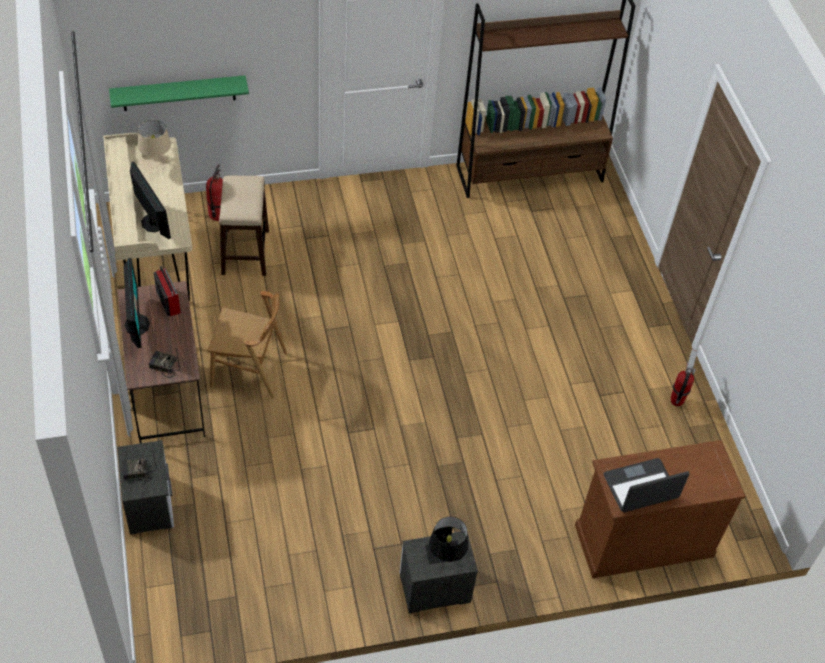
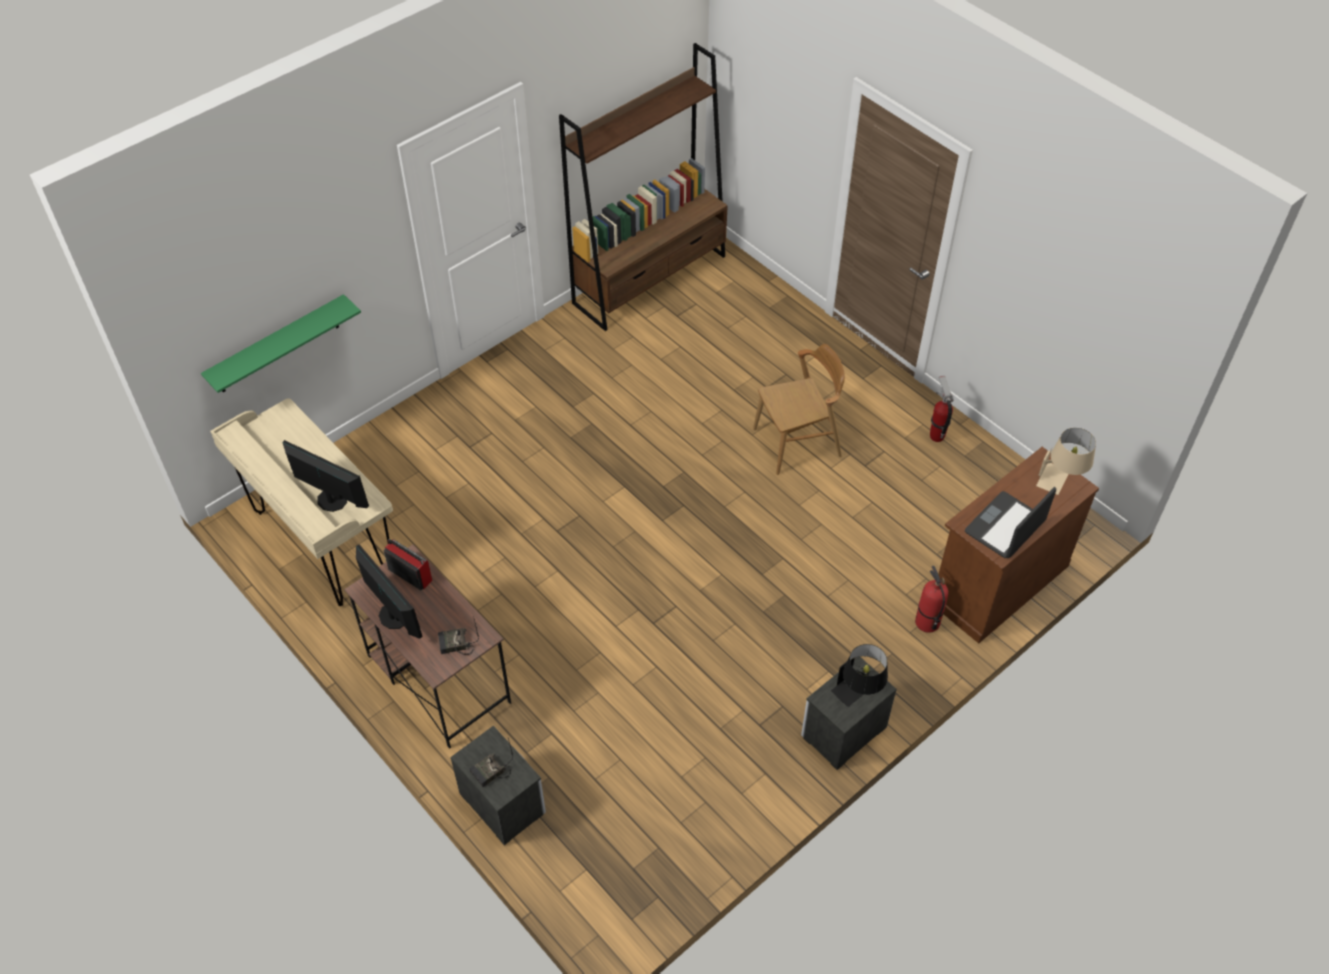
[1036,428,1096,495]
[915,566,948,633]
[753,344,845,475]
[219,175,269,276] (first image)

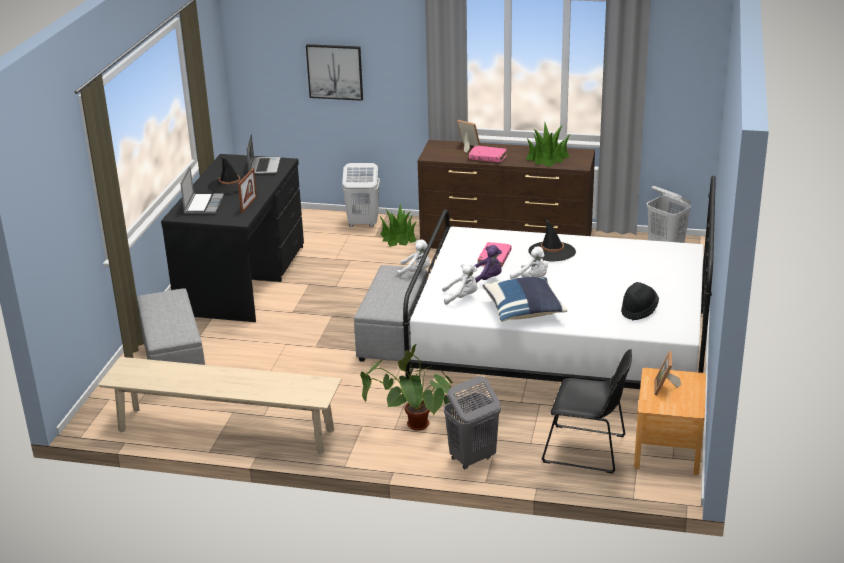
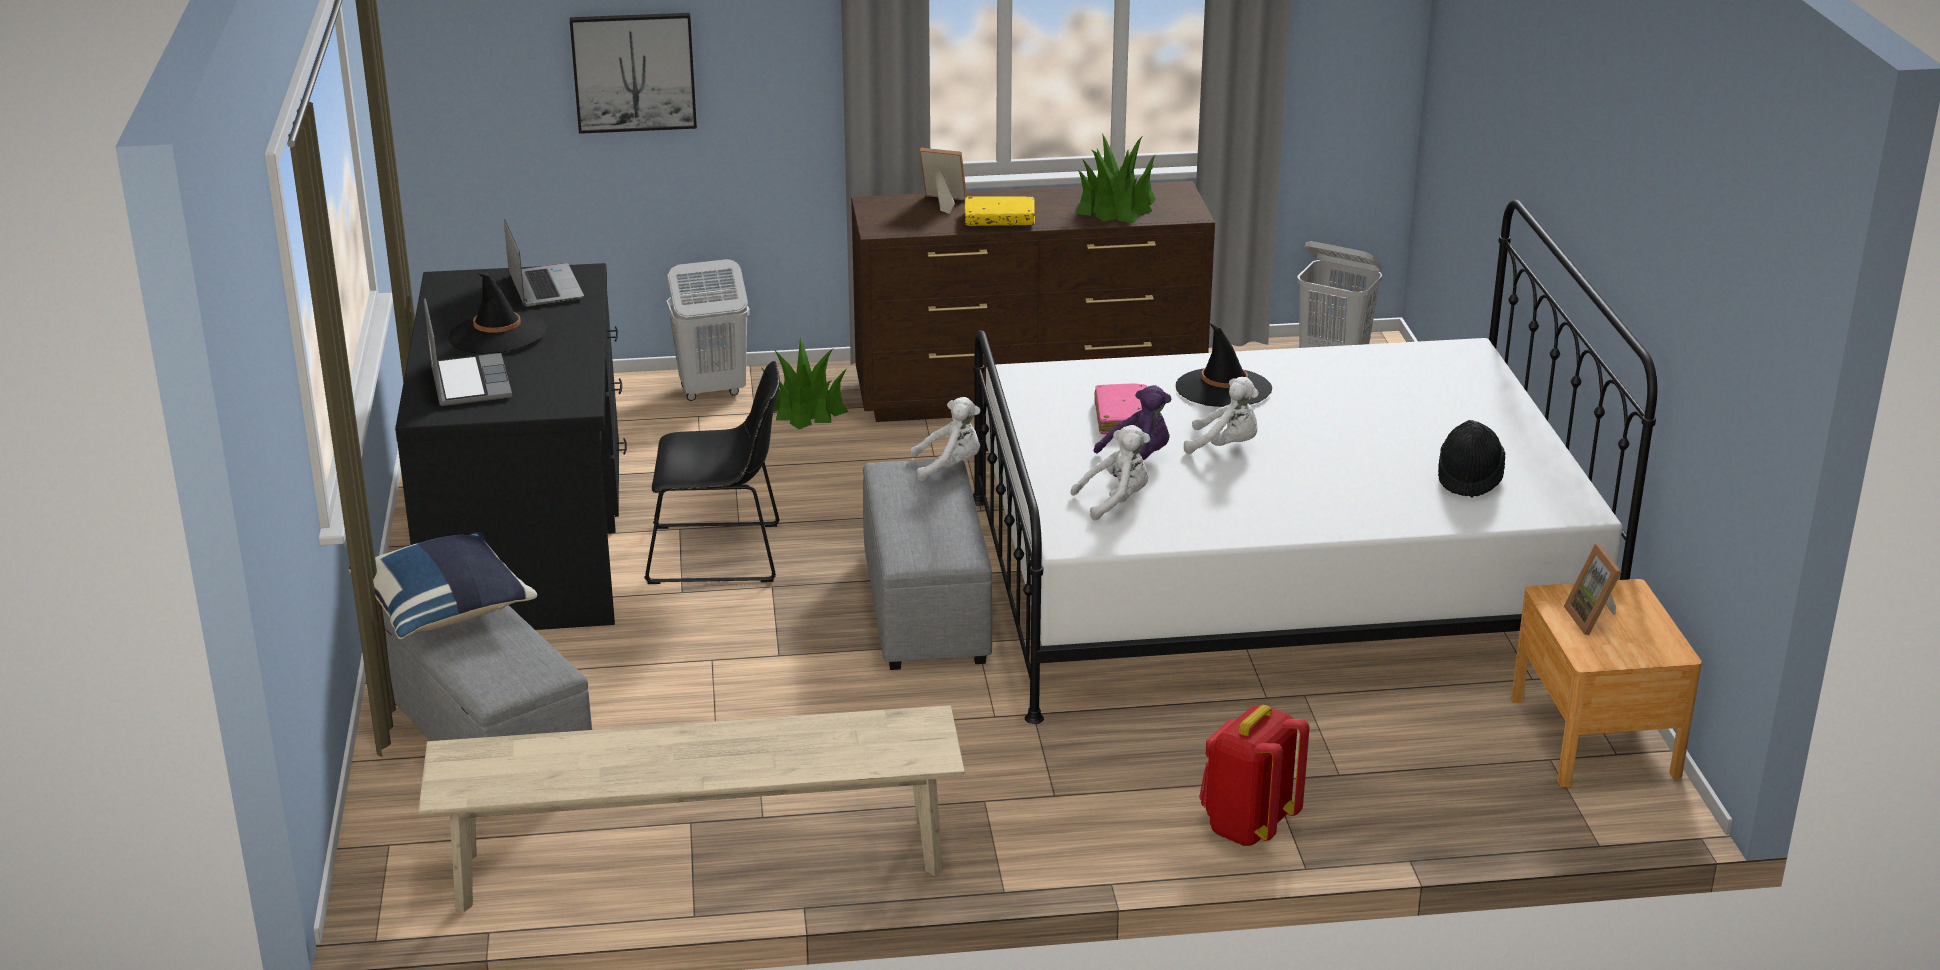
[238,168,257,213] (first image)
[360,344,455,431] (first image)
[1199,705,1309,846]
[965,196,1035,226]
[349,532,537,639]
[644,361,780,584]

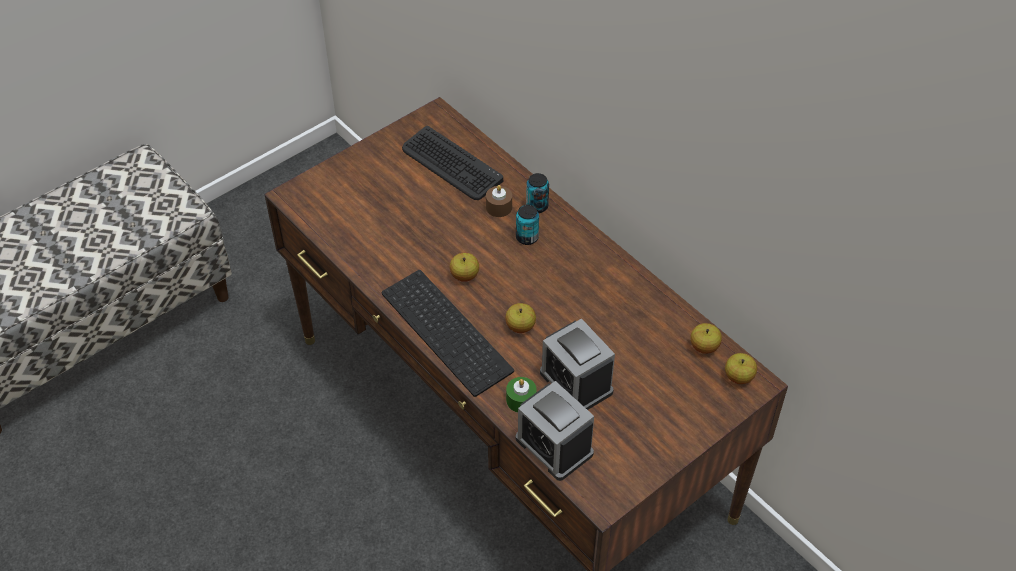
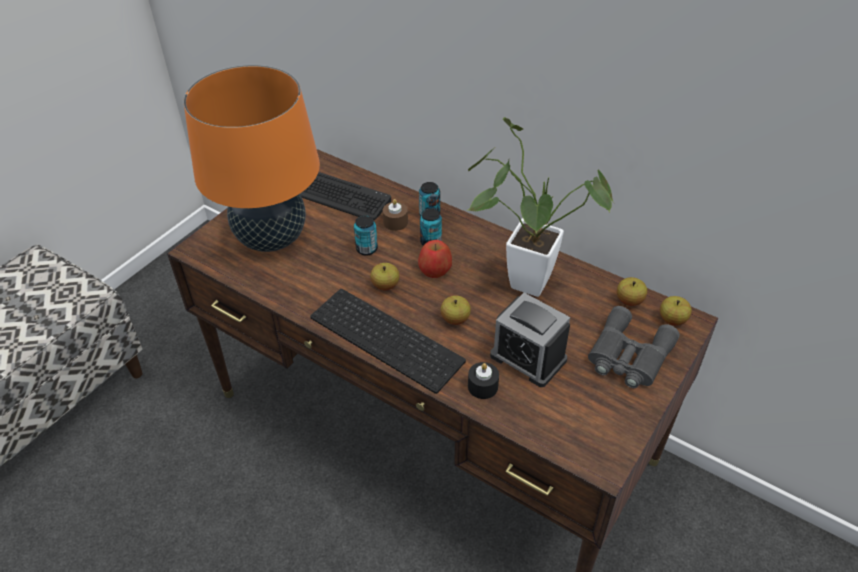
[468,362,499,399]
[516,381,594,481] (first image)
[184,65,320,252]
[354,215,378,256]
[418,240,452,278]
[466,117,614,297]
[588,306,680,388]

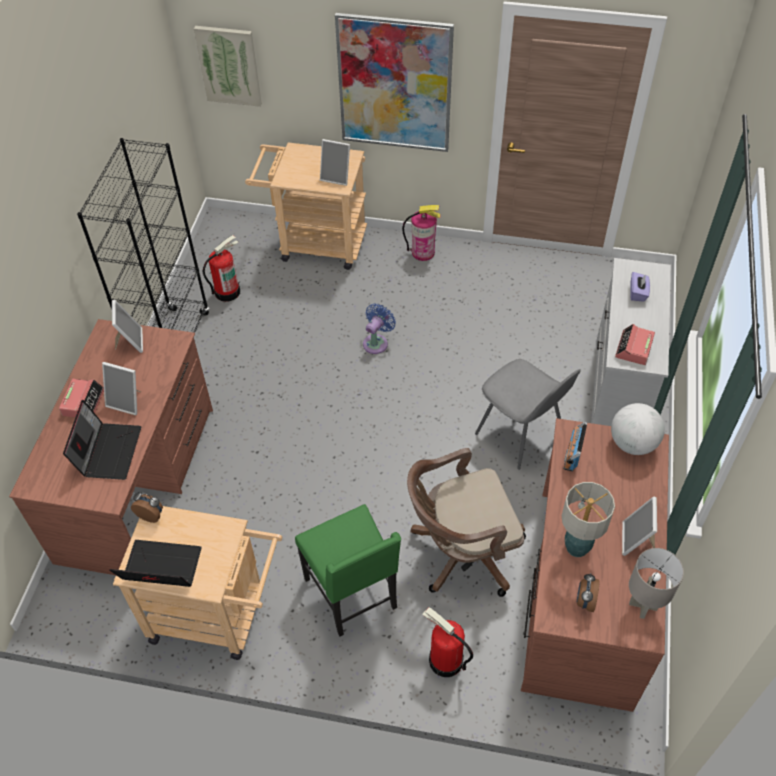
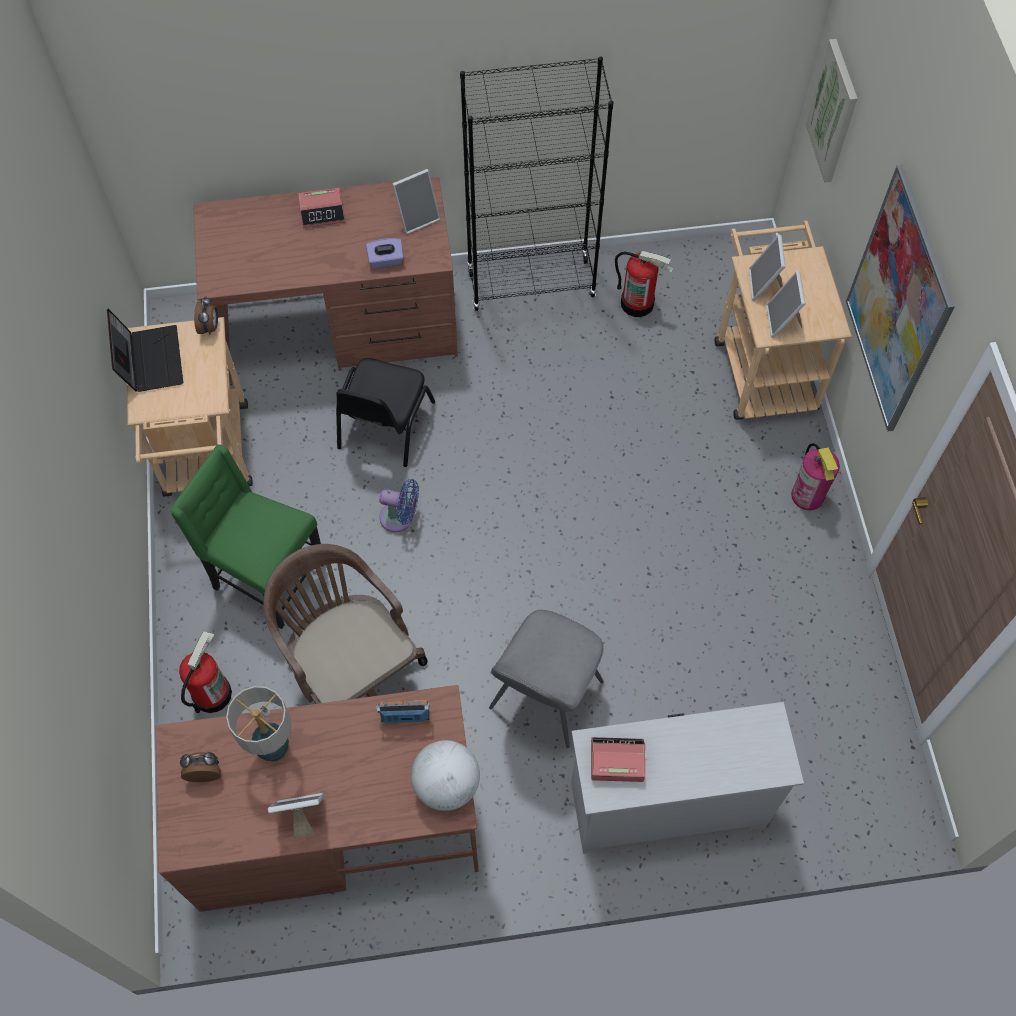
[63,400,142,480] (first image)
[749,235,786,301]
[169,444,324,629]
[379,479,419,532]
[629,548,684,619] (first image)
[366,238,404,268]
[336,358,435,467]

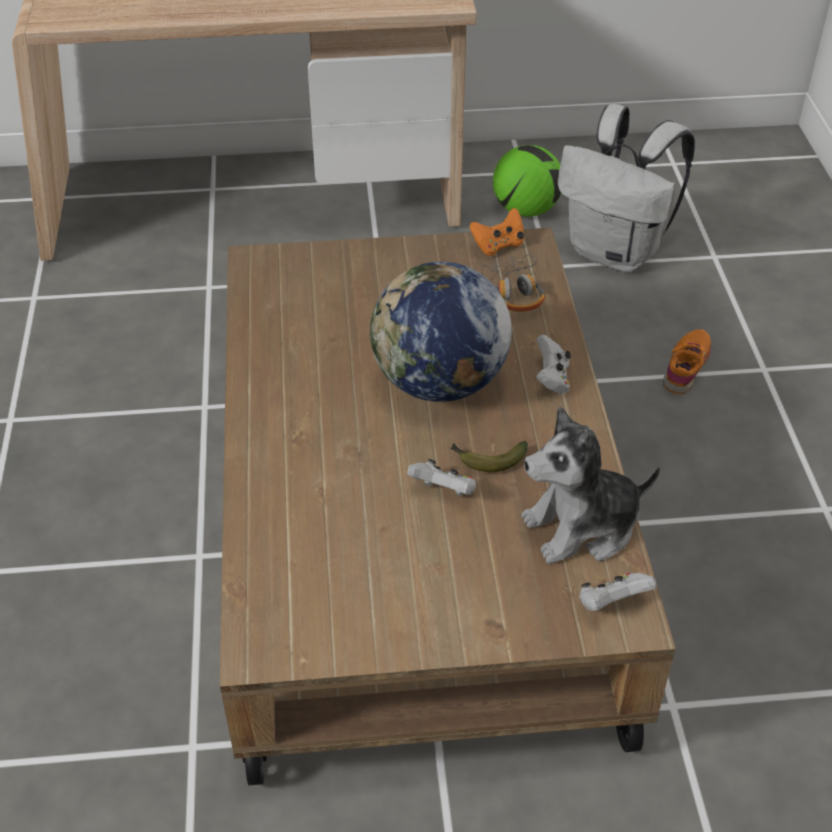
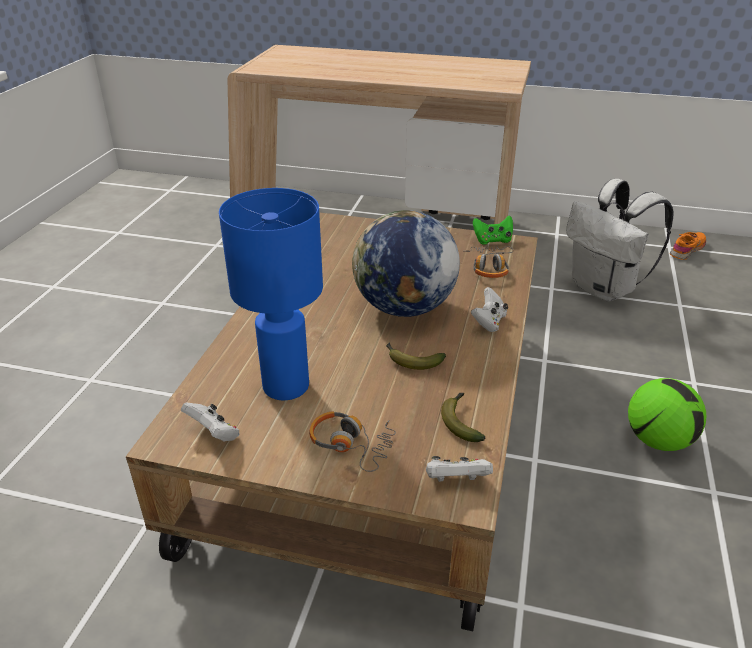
[181,403,239,442]
[473,215,513,245]
[628,378,706,451]
[441,393,486,442]
[670,232,706,260]
[219,188,323,400]
[309,411,396,472]

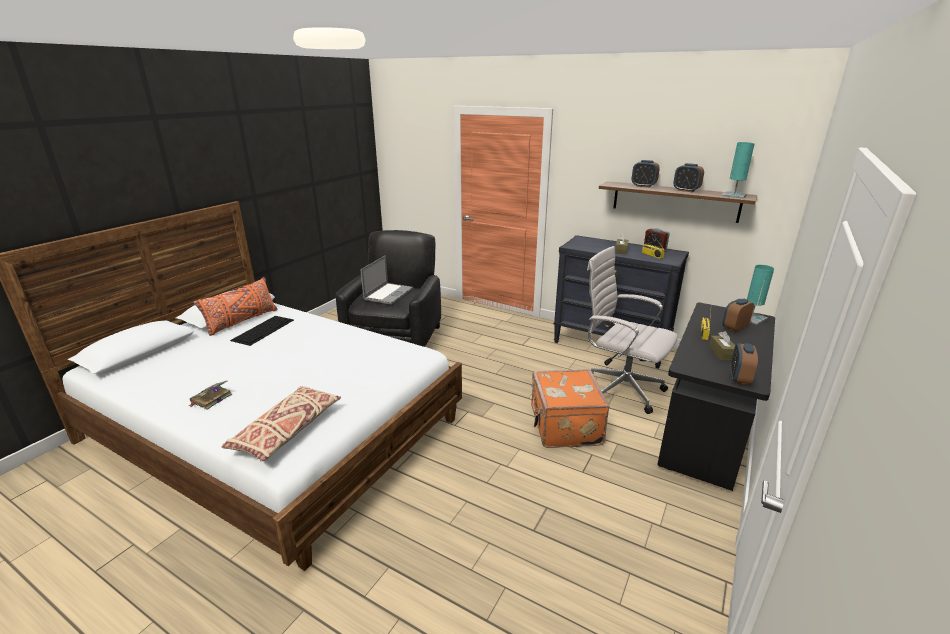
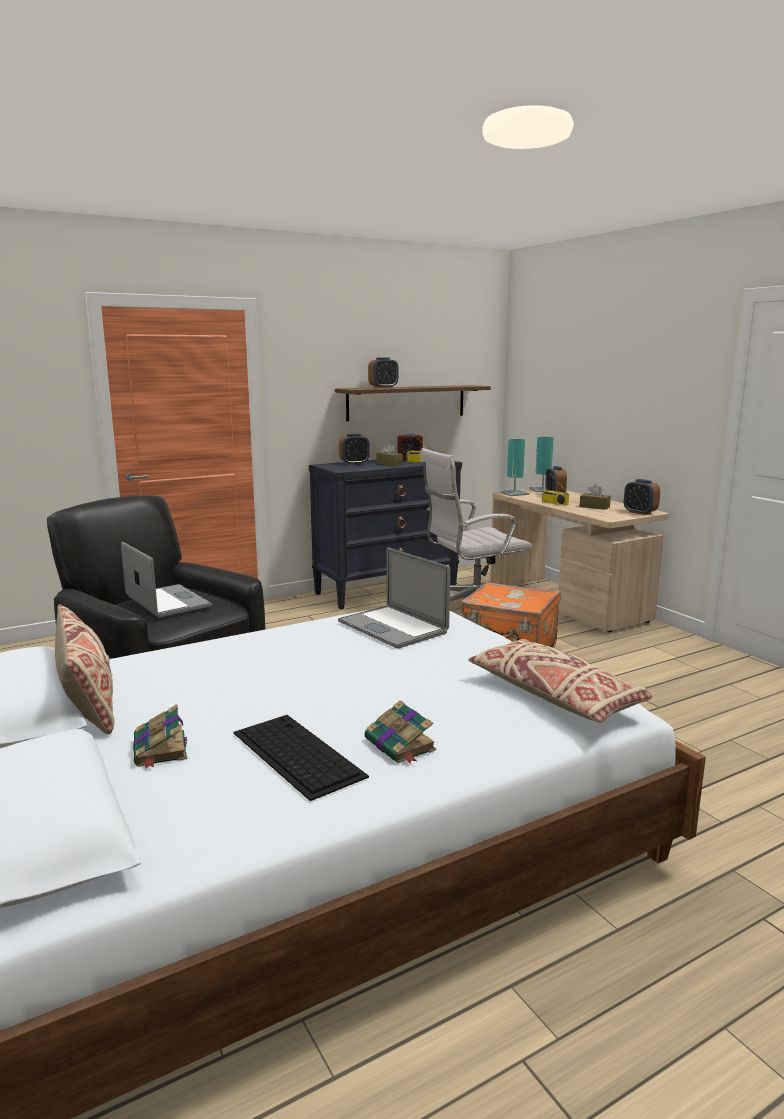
[55,604,114,734]
[233,715,369,801]
[490,488,668,632]
[339,434,370,465]
[500,439,529,496]
[133,704,187,769]
[338,547,450,649]

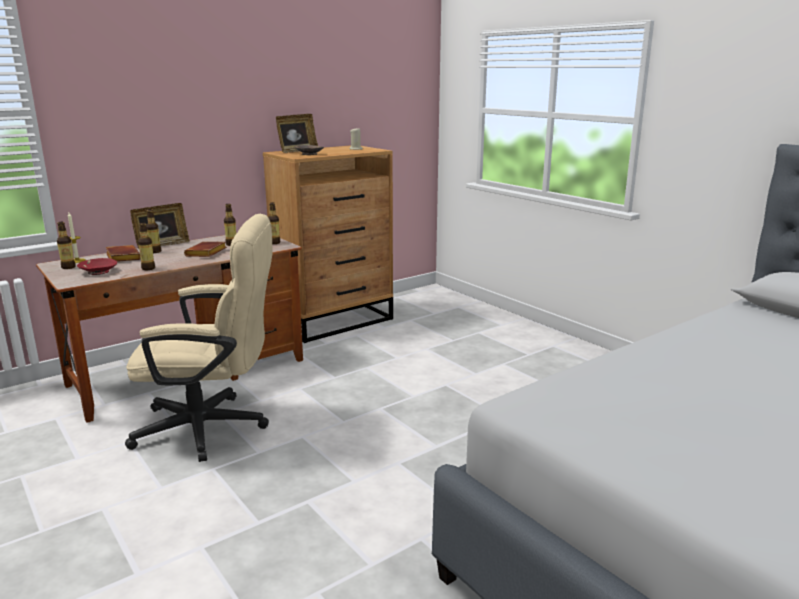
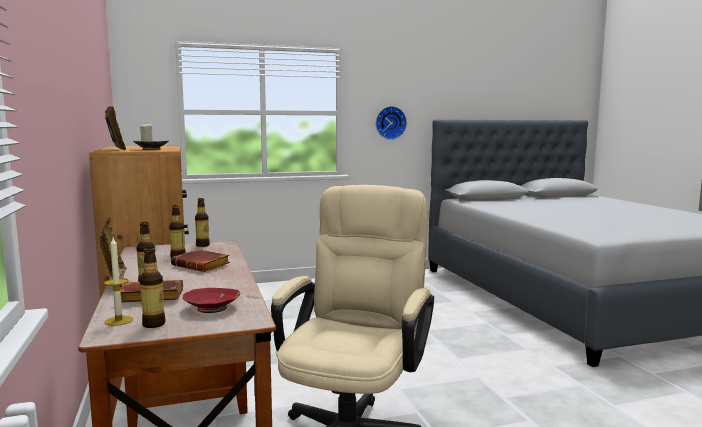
[138,223,155,270] (first image)
[376,106,407,140]

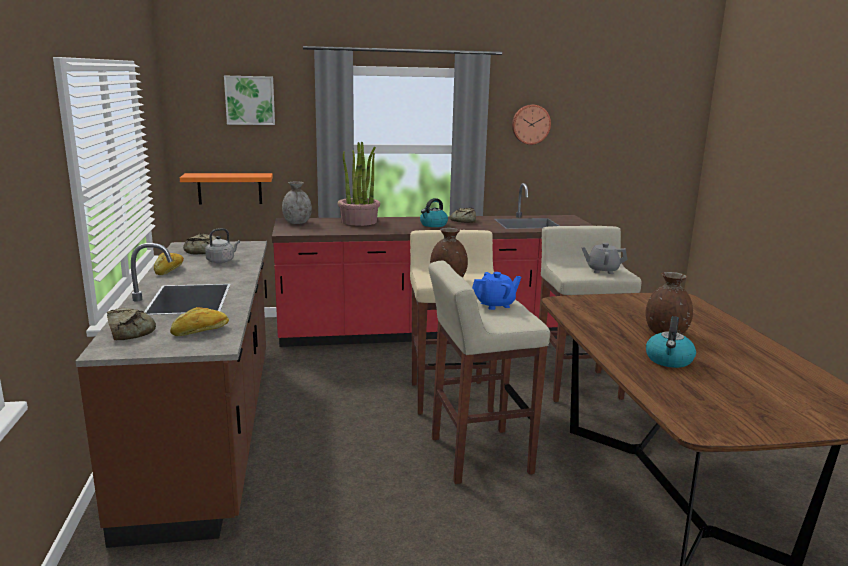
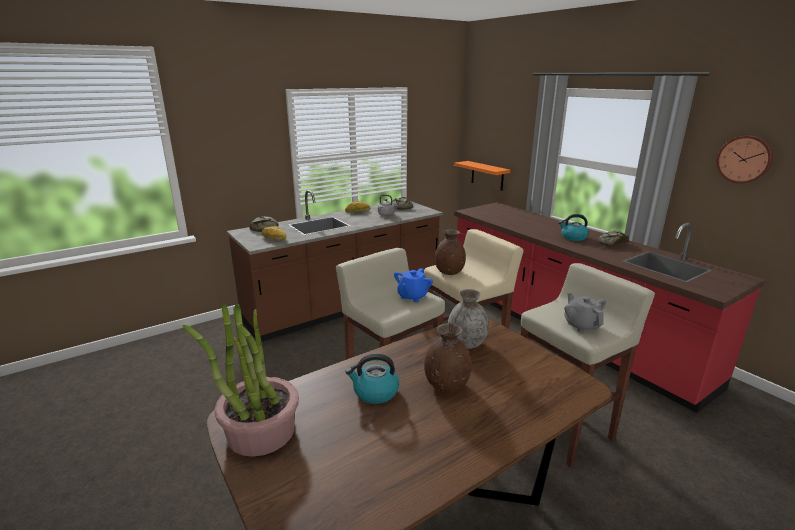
[224,76,275,125] (first image)
[448,289,489,349]
[183,304,299,457]
[394,268,433,302]

